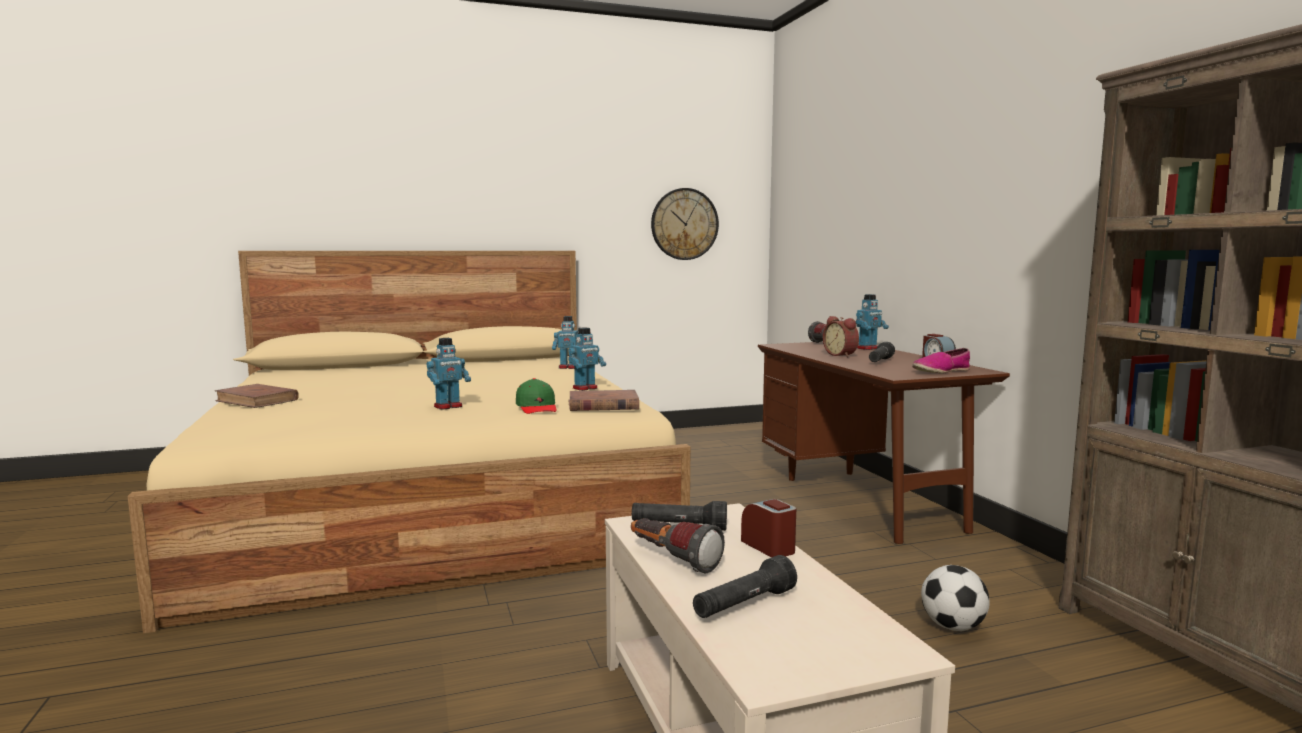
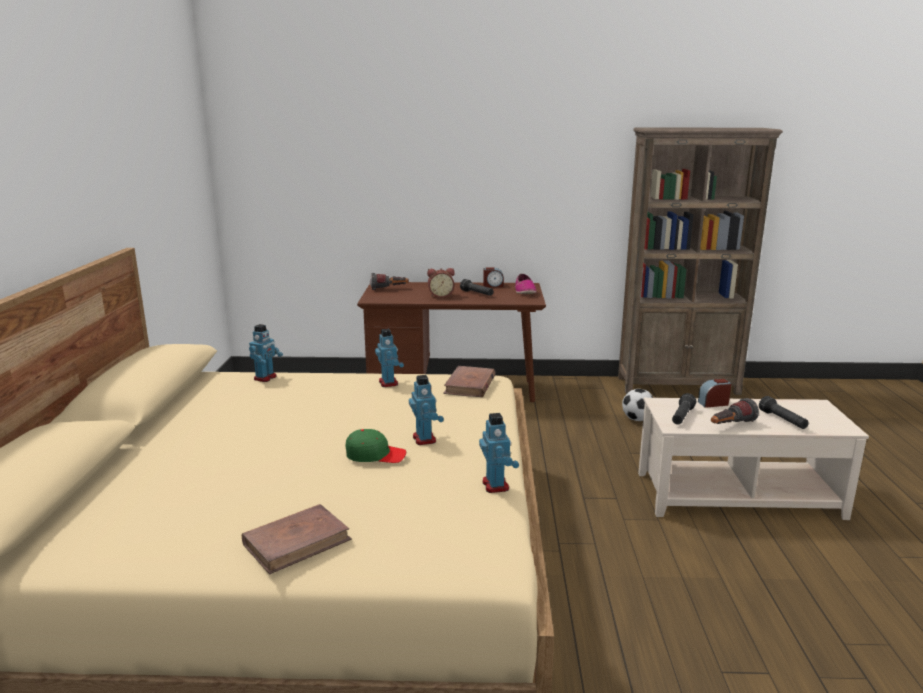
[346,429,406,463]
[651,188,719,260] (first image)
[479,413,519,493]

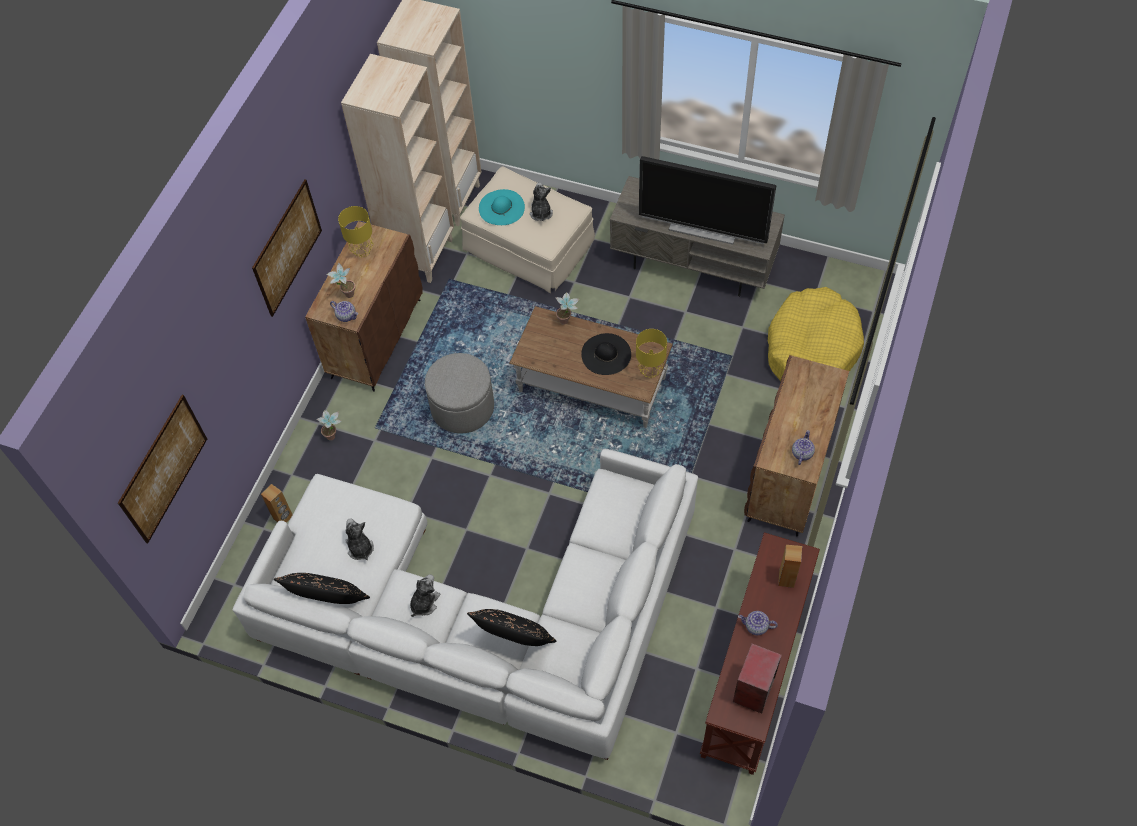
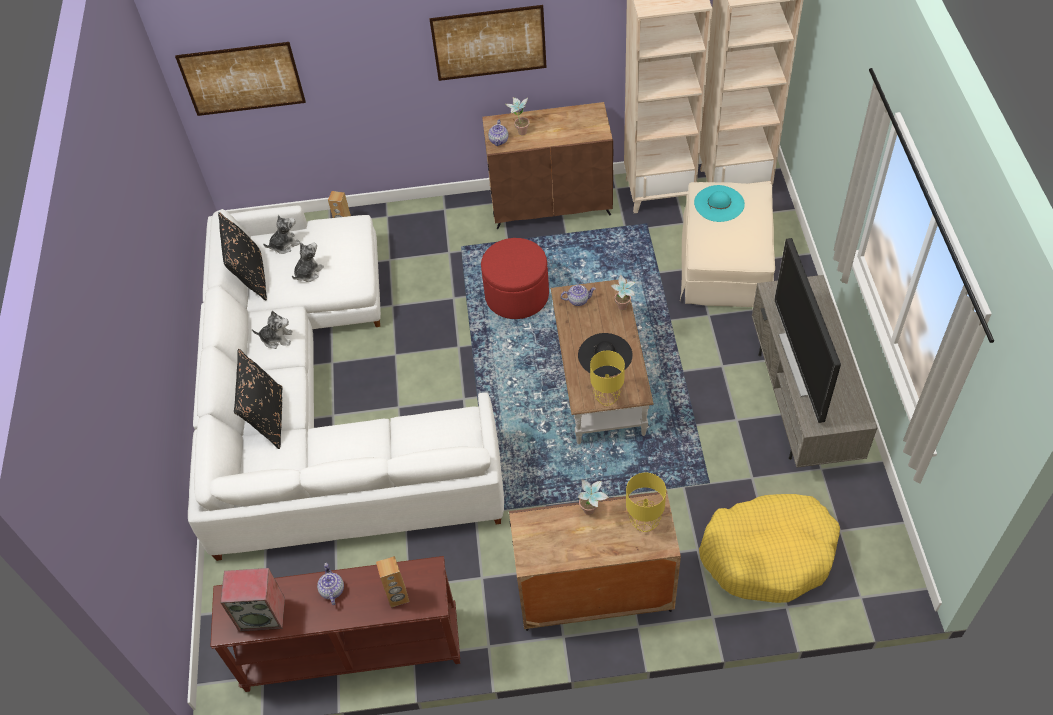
[578,479,609,515]
[626,473,666,532]
[481,238,549,319]
[263,215,300,254]
[561,285,596,306]

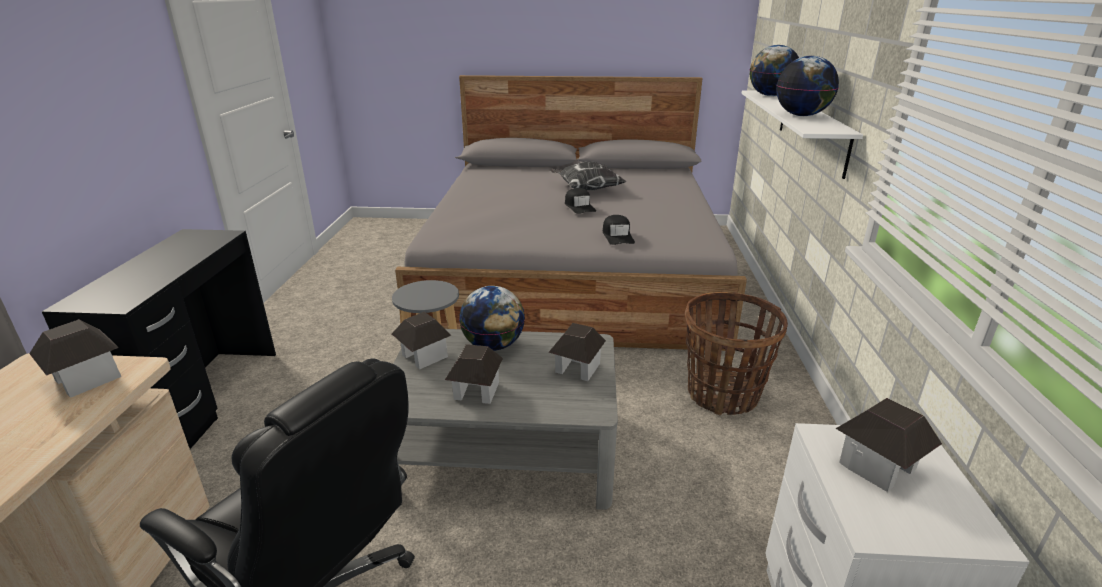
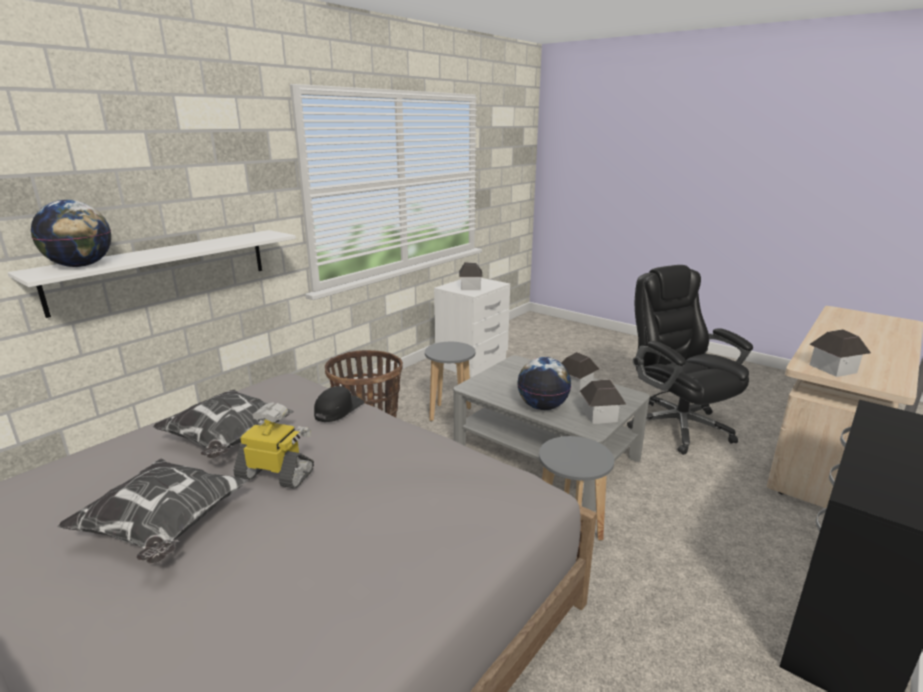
[549,323,606,381] (first image)
[233,402,314,489]
[776,56,839,116] (first image)
[153,390,294,458]
[425,342,475,421]

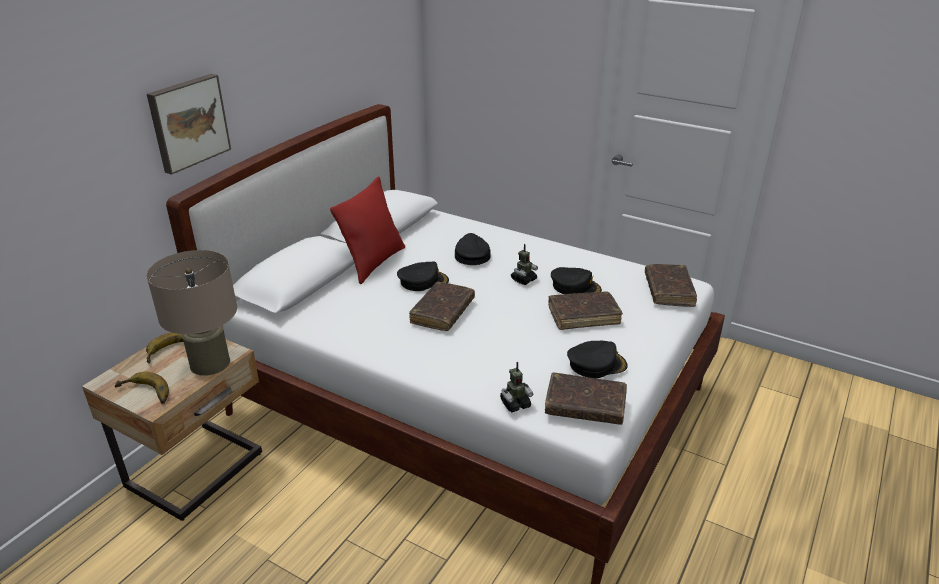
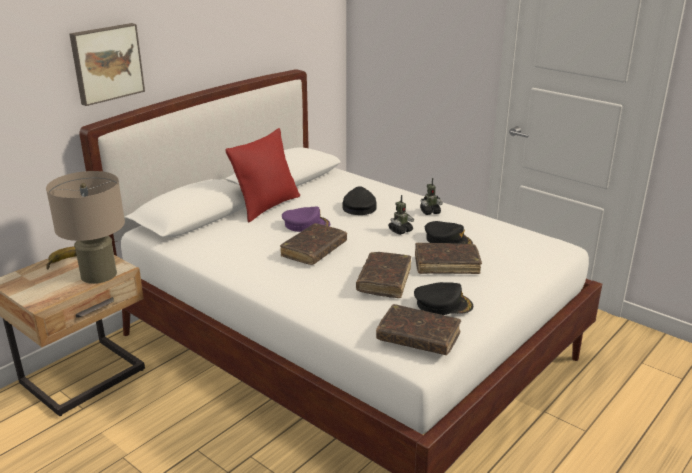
[114,372,169,404] (first image)
[282,206,330,232]
[420,178,443,215]
[356,252,411,298]

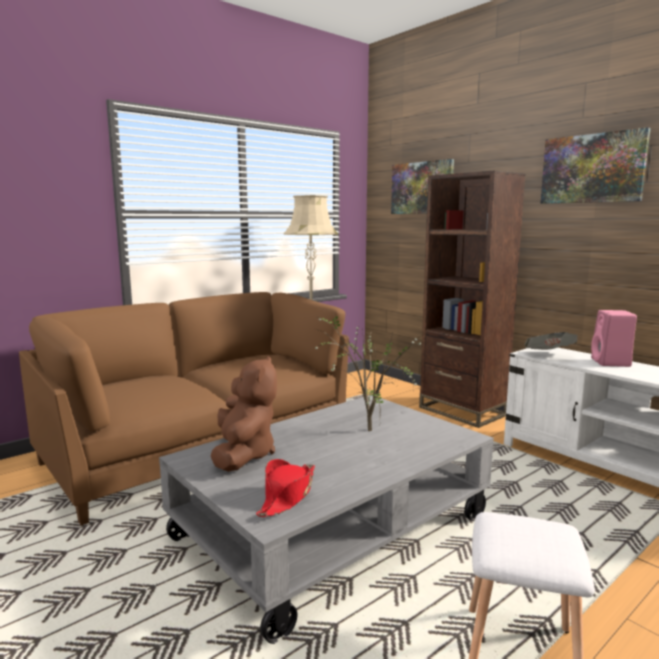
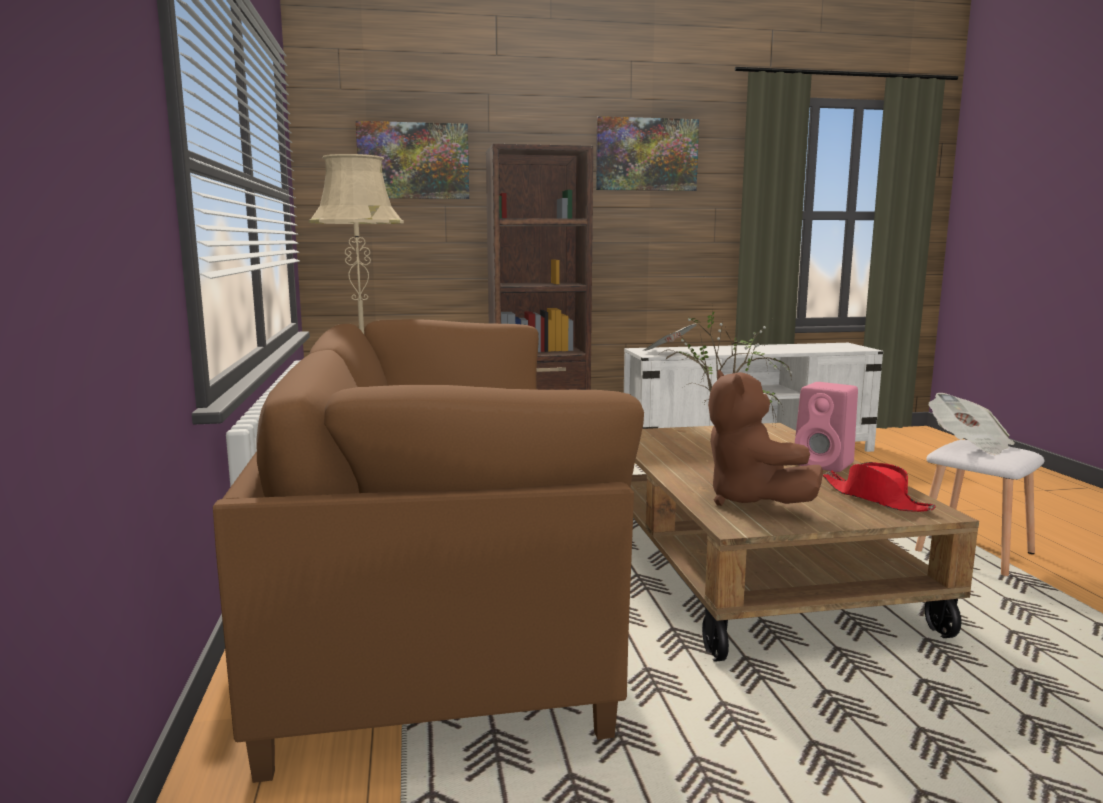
[631,423,979,662]
[708,370,823,506]
[795,382,858,472]
[929,393,1014,455]

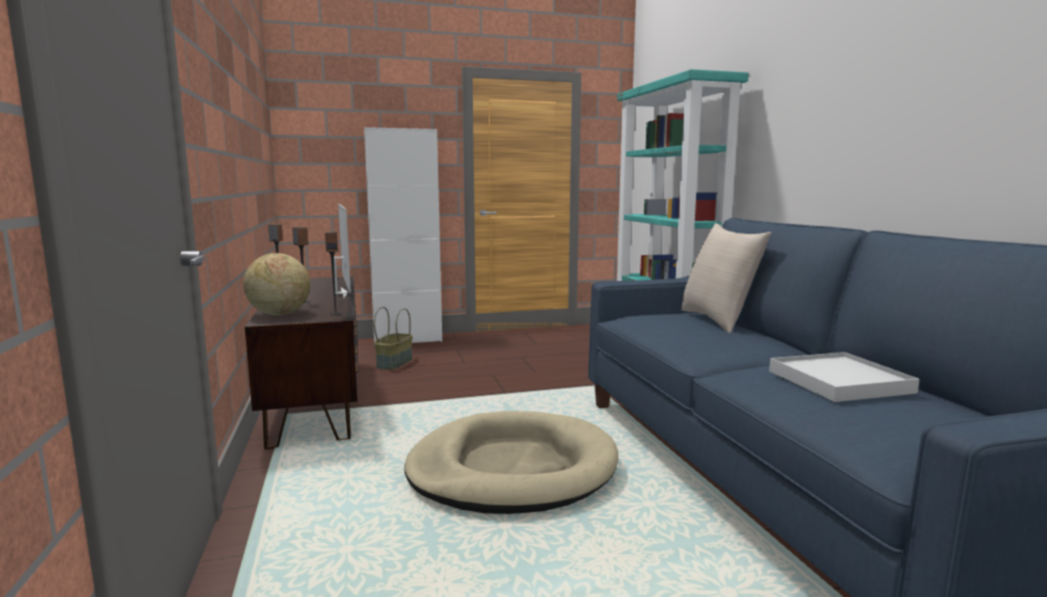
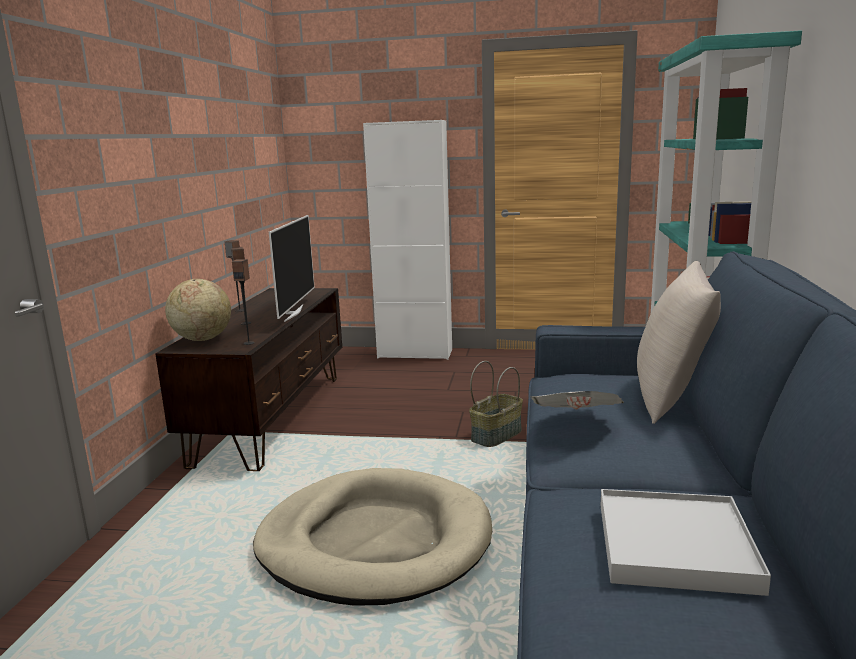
[469,361,523,447]
[530,391,624,410]

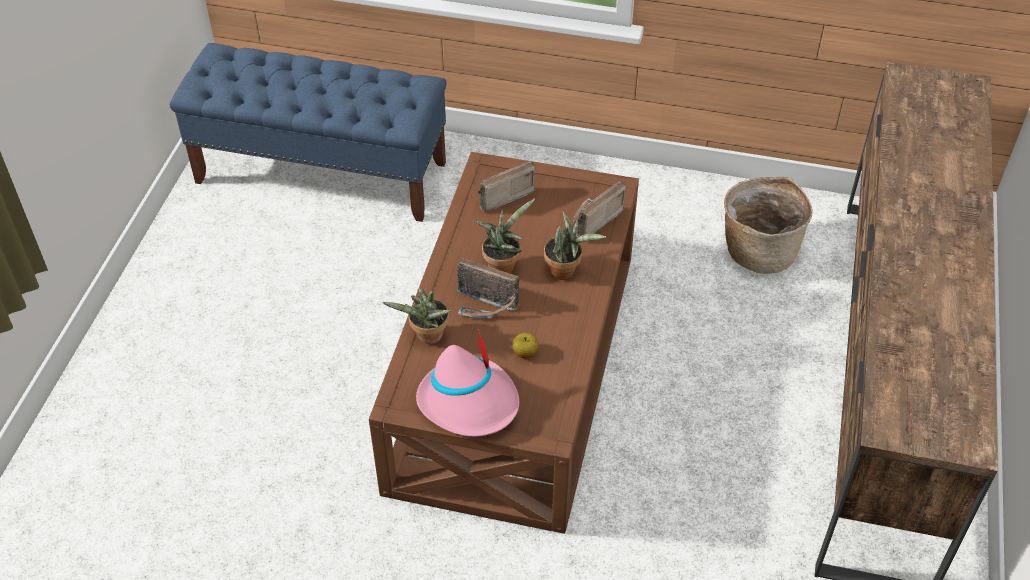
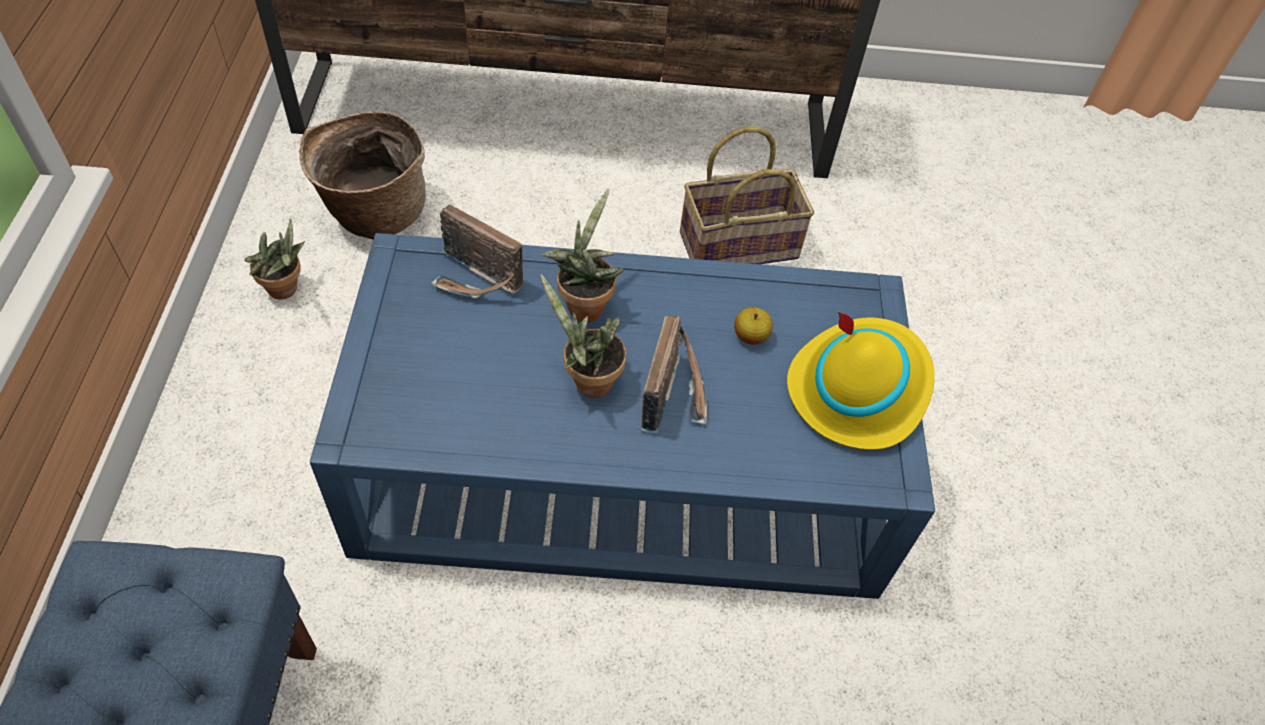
[310,233,935,599]
[244,218,305,300]
[787,312,935,450]
[477,161,536,212] (first image)
[680,127,814,264]

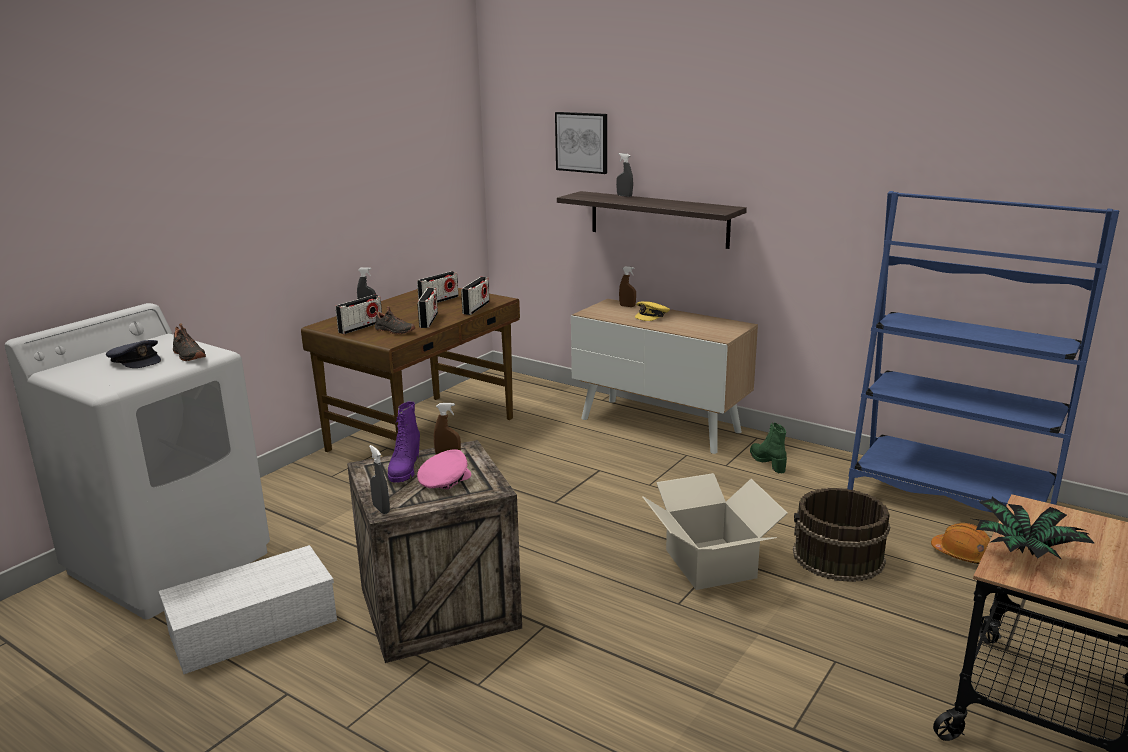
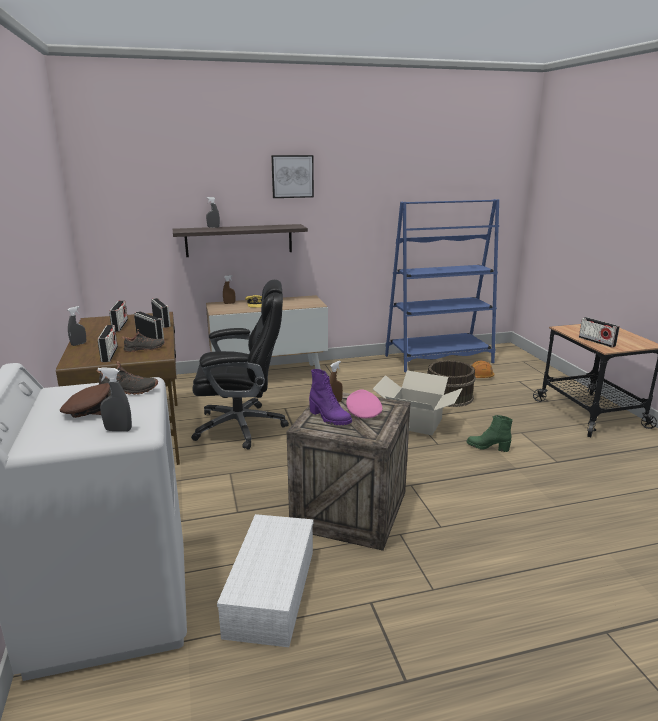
[60,383,111,418]
[98,367,132,432]
[271,155,314,198]
[467,415,513,452]
[579,317,620,347]
[191,280,289,450]

